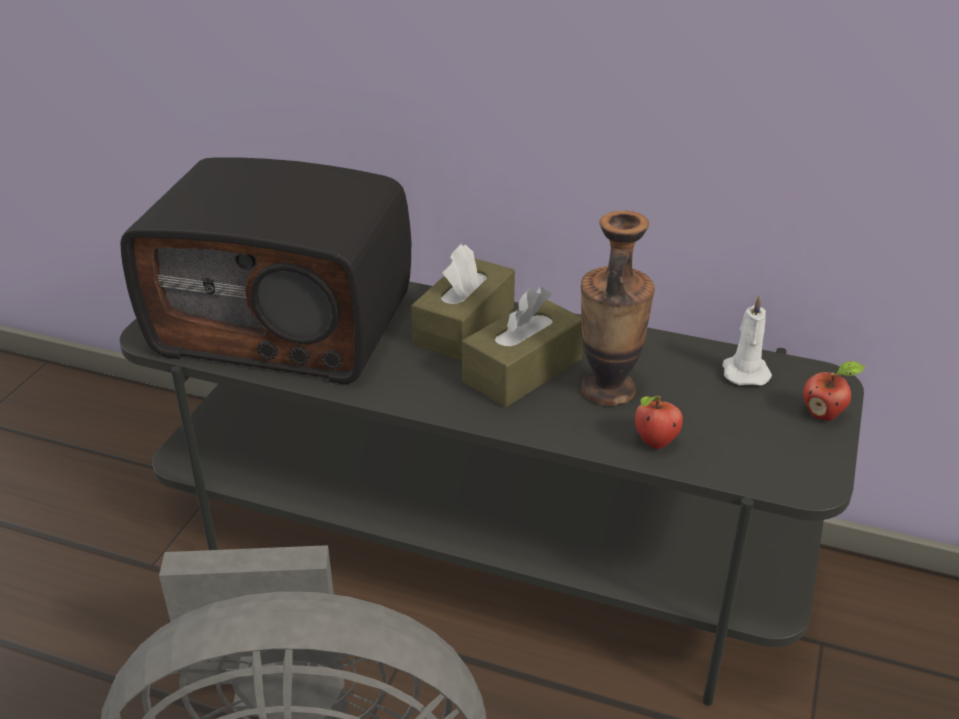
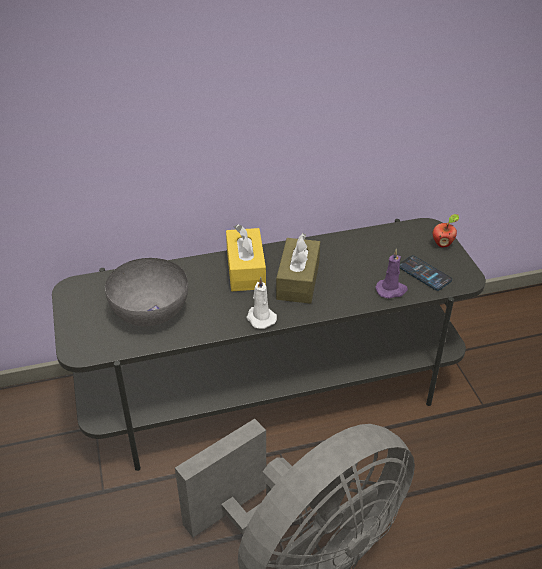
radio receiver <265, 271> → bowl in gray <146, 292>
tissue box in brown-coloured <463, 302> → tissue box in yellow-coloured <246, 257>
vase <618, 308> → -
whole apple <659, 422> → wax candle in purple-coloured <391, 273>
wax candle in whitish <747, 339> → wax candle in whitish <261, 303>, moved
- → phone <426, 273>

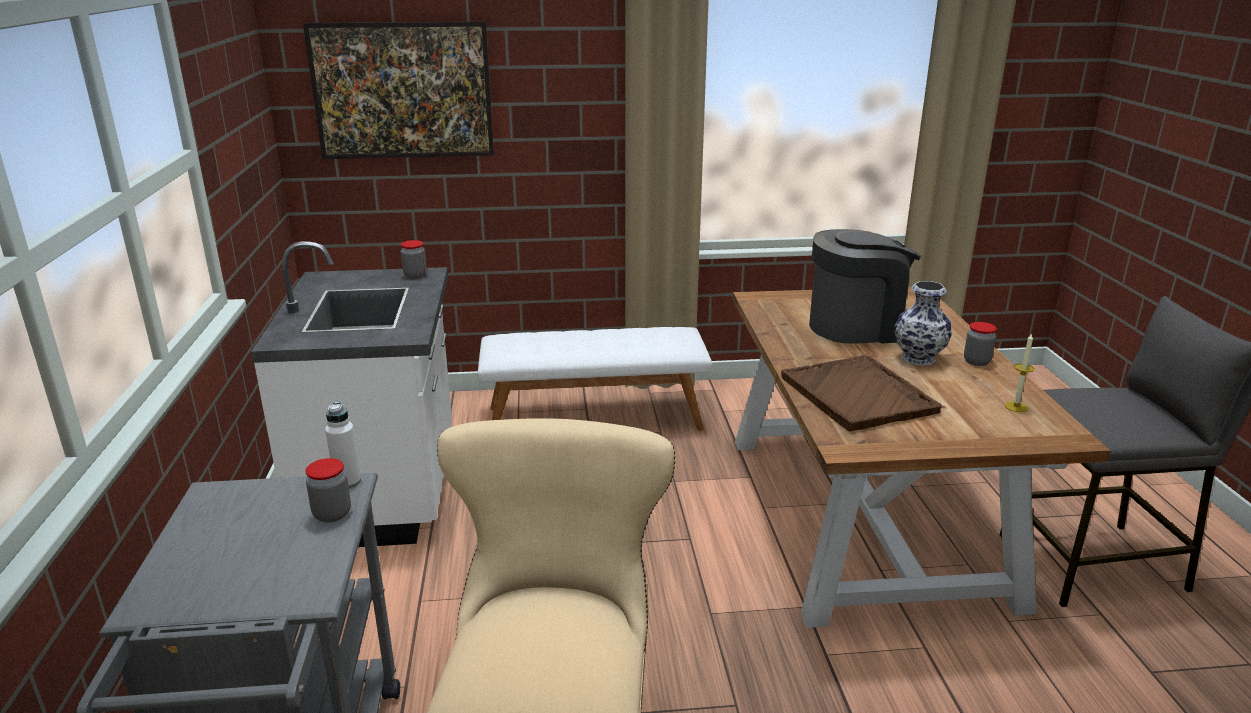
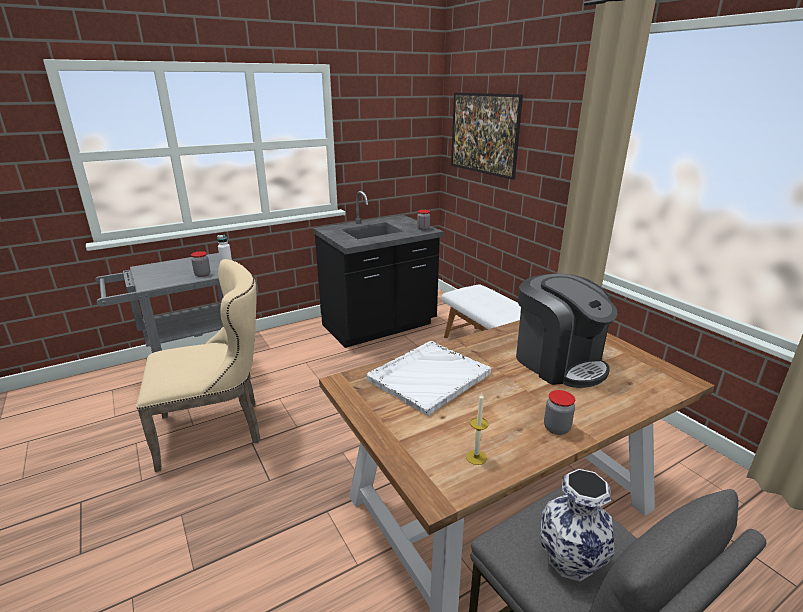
kitchen base unit in whitish <351, 394> → kitchen base unit in black <378, 269>
carrying tray in brown-coloured <861, 393> → carrying tray in whitish <429, 378>
vase <923, 323> → vase <578, 525>, moved

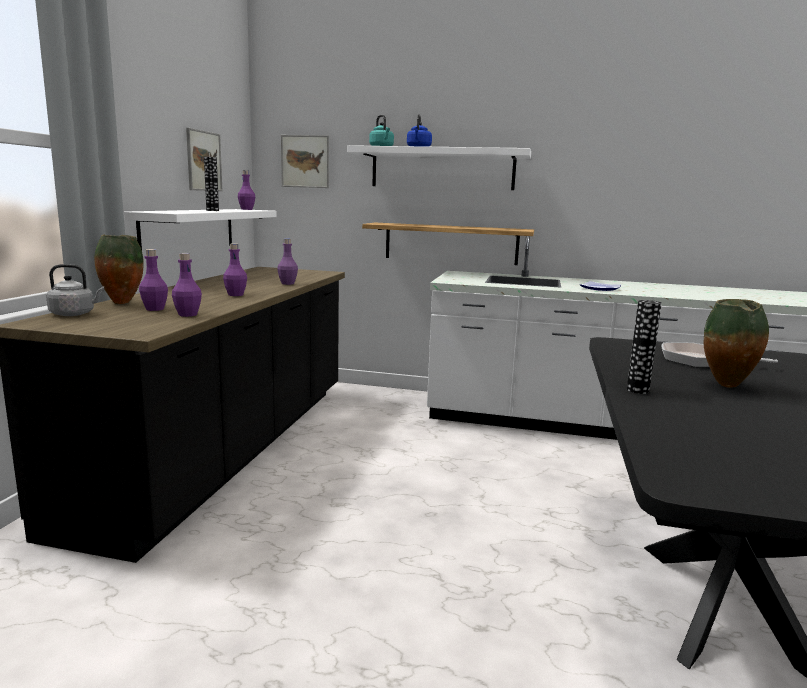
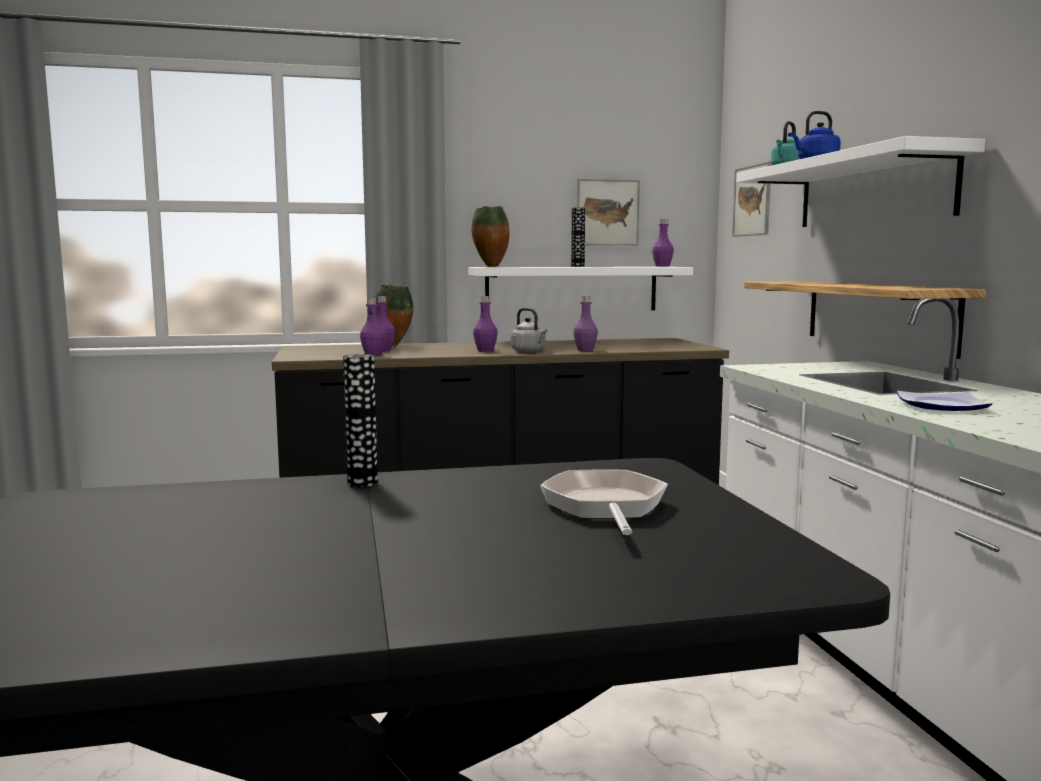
tea kettle in gray <75, 290> → tea kettle in gray <529, 330>, moved
vase <736, 343> → vase <490, 236>, moved

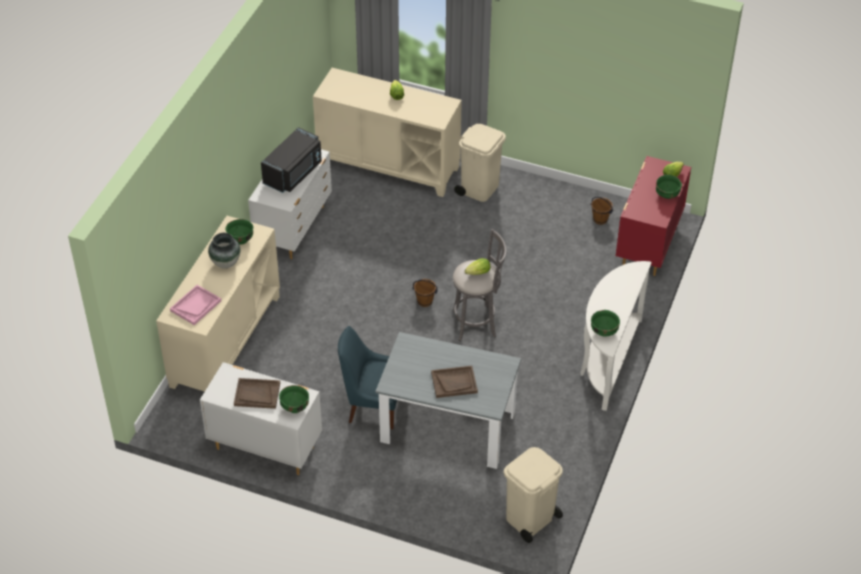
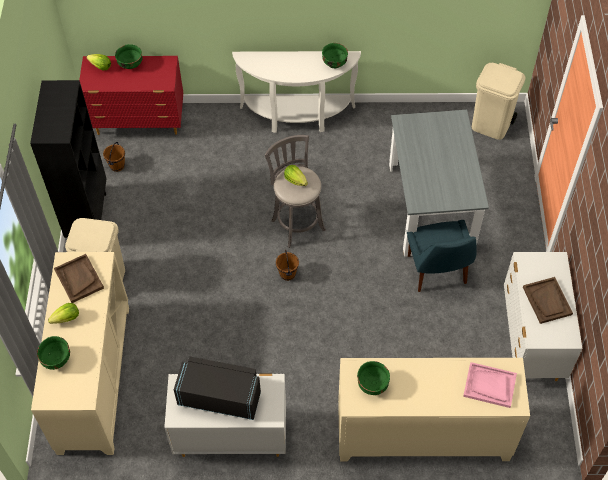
vase <224, 251> → -
bowl in green-coloured <294, 399> → bowl in green-coloured <53, 353>, moved
carrying tray in brown-coloured <454, 382> → carrying tray in brown-coloured <79, 278>, moved
- → shelving unit in black <68, 159>

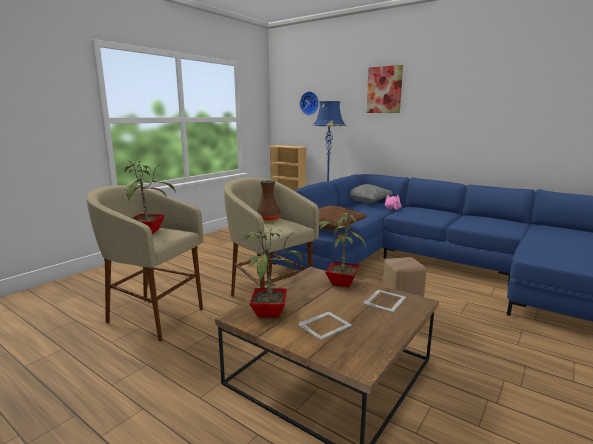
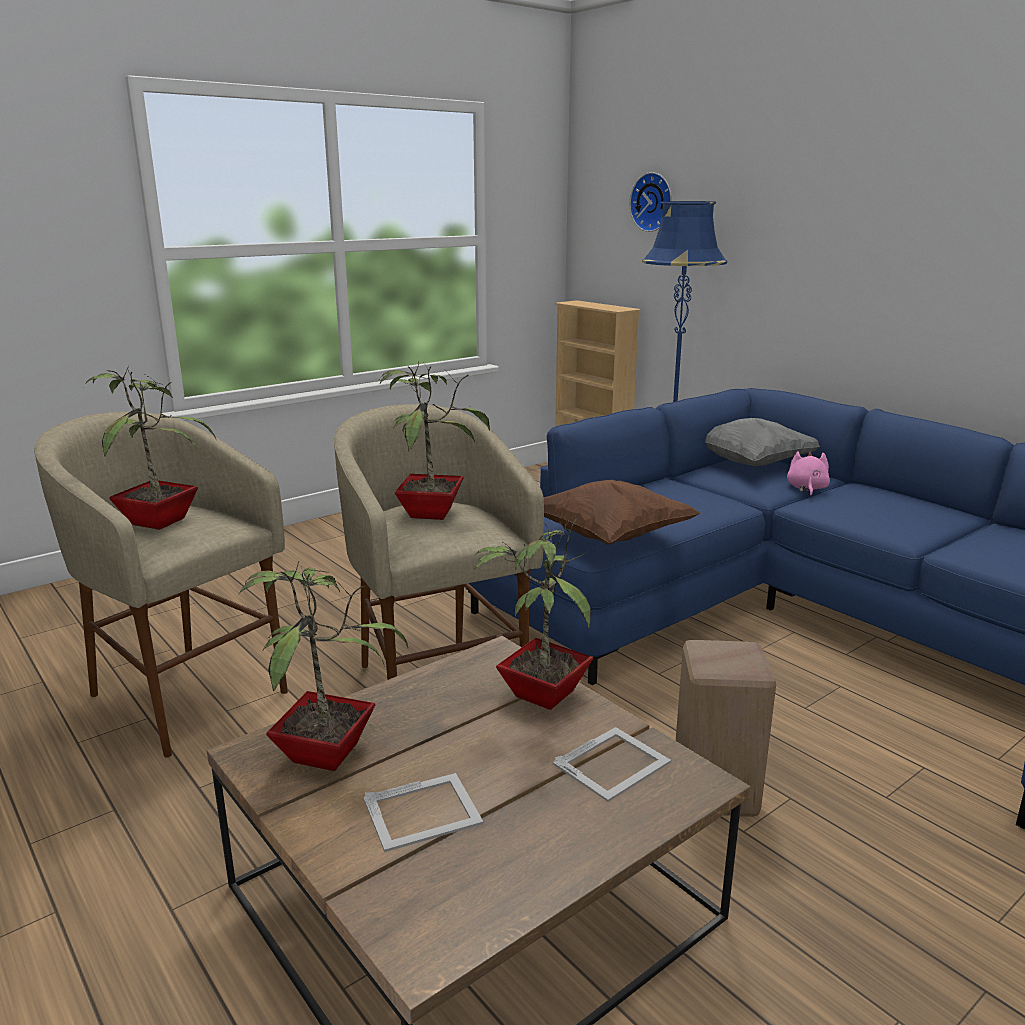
vase in brown-coloured <269, 201> → plant in a pot <435, 440>
picture <384, 89> → -

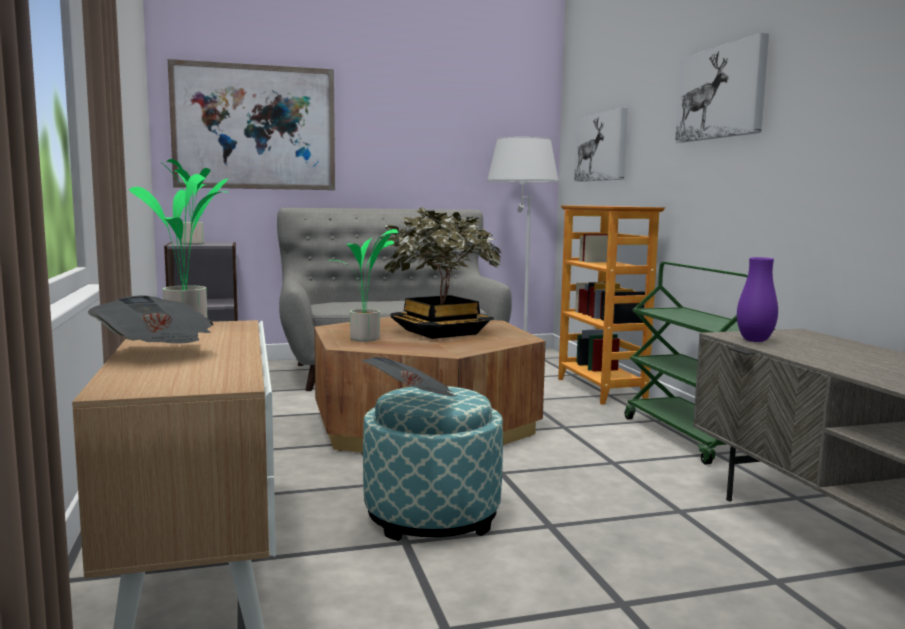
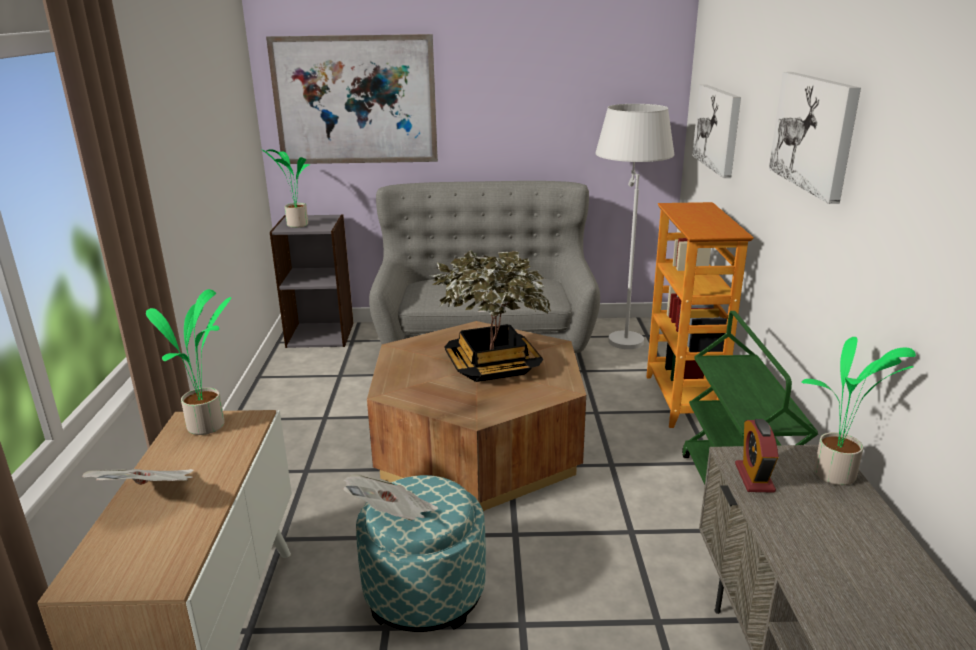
plant in a pot <363, 285> → plant in a pot <858, 411>, moved
vase in purple-coloured <757, 299> → table clock <757, 456>

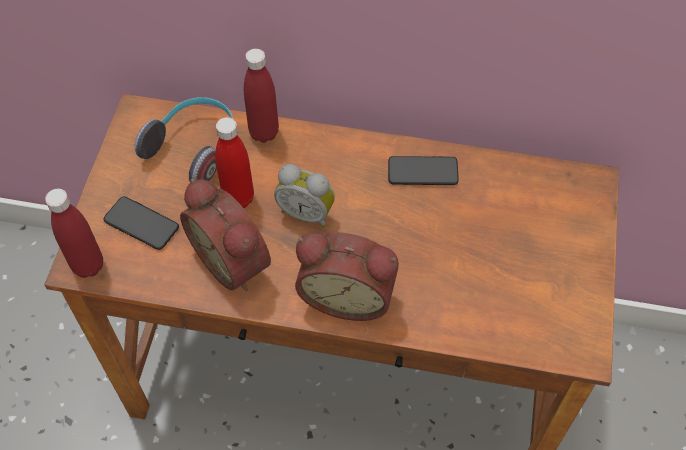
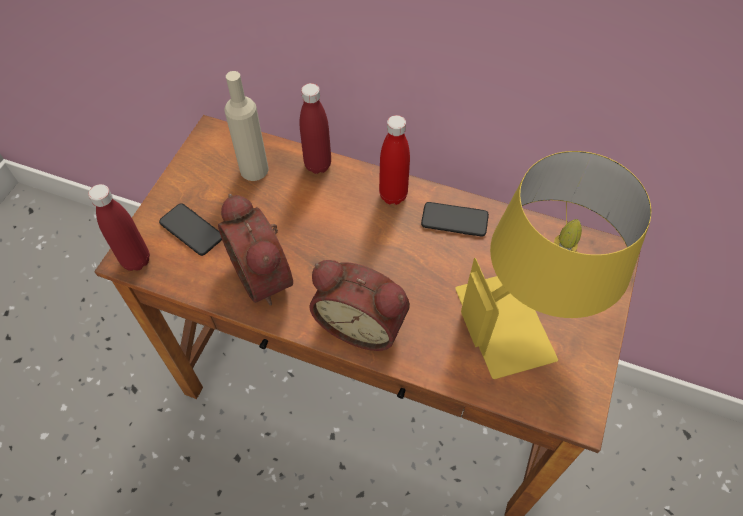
pair of headphones <184, 139> → beverage bottle in beige-coloured <246, 126>
beverage bottle in red <234, 162> → beverage bottle in red <394, 160>, moved
table clock <304, 196> → -
- → table lamp in yellow-coloured <553, 265>

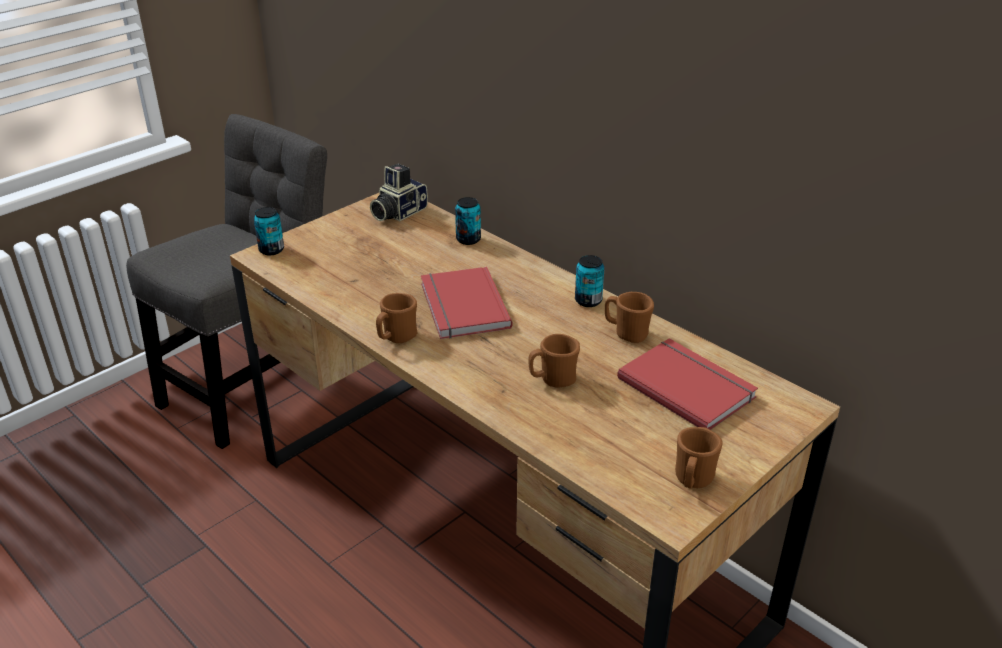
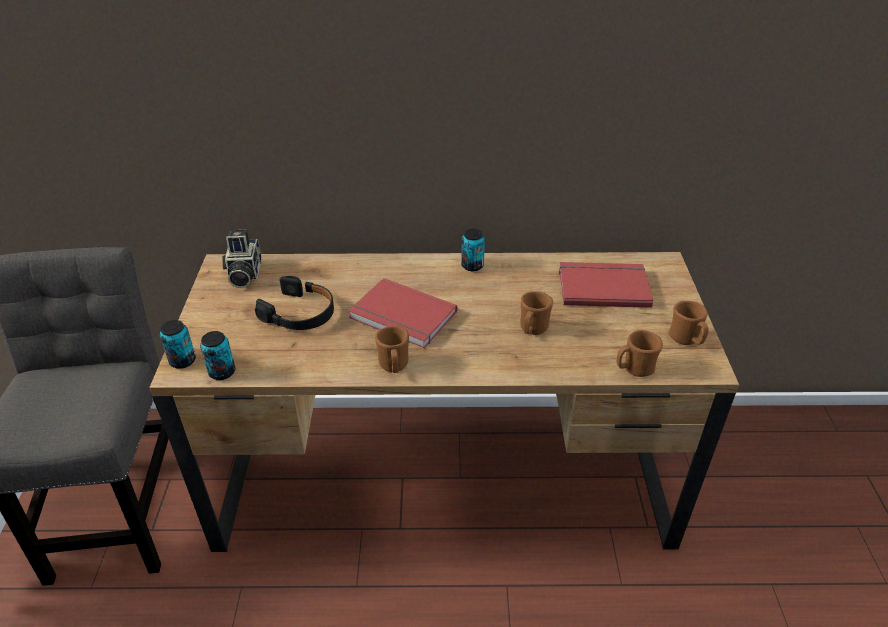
sealed can <468, 221> → sealed can <217, 355>, moved
tea mug in brown-coloured <629, 317> → tea mug in brown-coloured <640, 353>, moved
- → pair of headphones in black <294, 303>

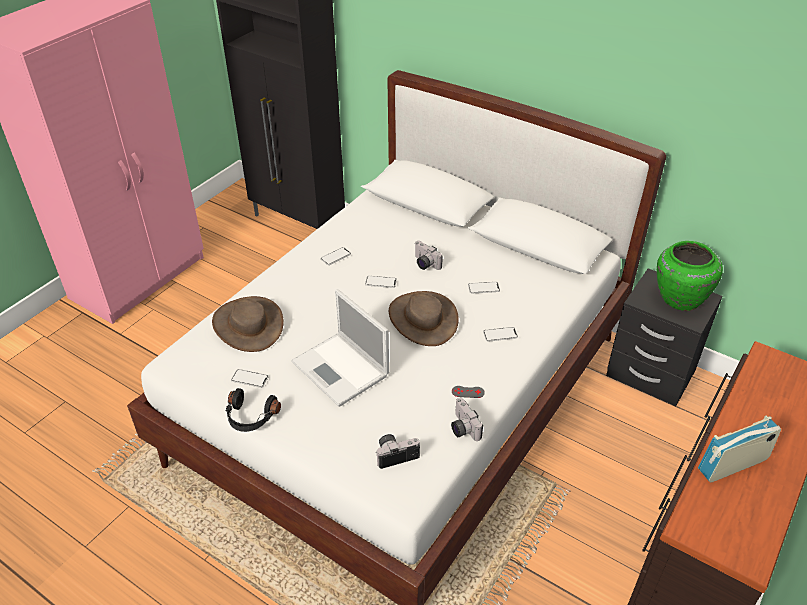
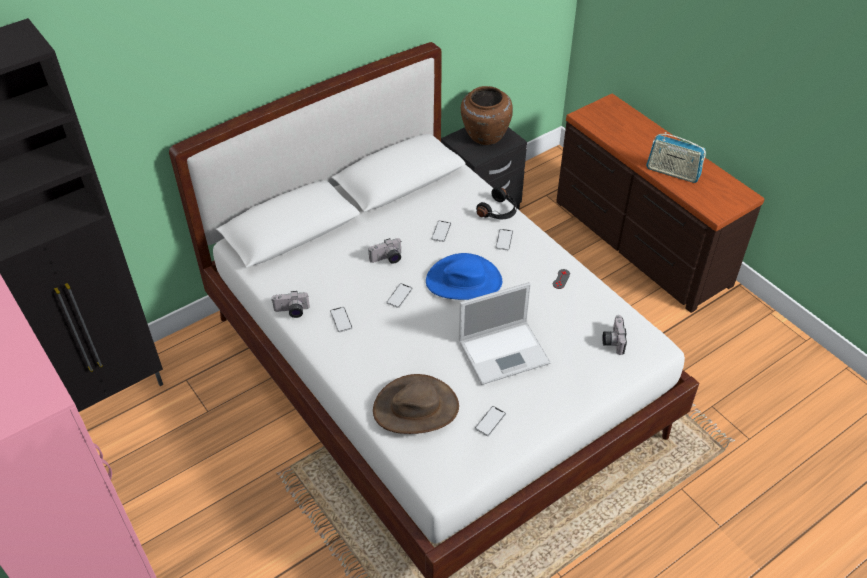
pair of headphones in black <253, 410> → pair of headphones in black <496, 203>, moved
hat in brown-coloured <424, 318> → hat in bluish <464, 276>
still camera <467, 419> → still camera <290, 304>, moved
vase in green-coloured <690, 276> → vase in brown-coloured <487, 115>
radio receiver <739, 449> → radio receiver <676, 157>, 60 degrees counterclockwise

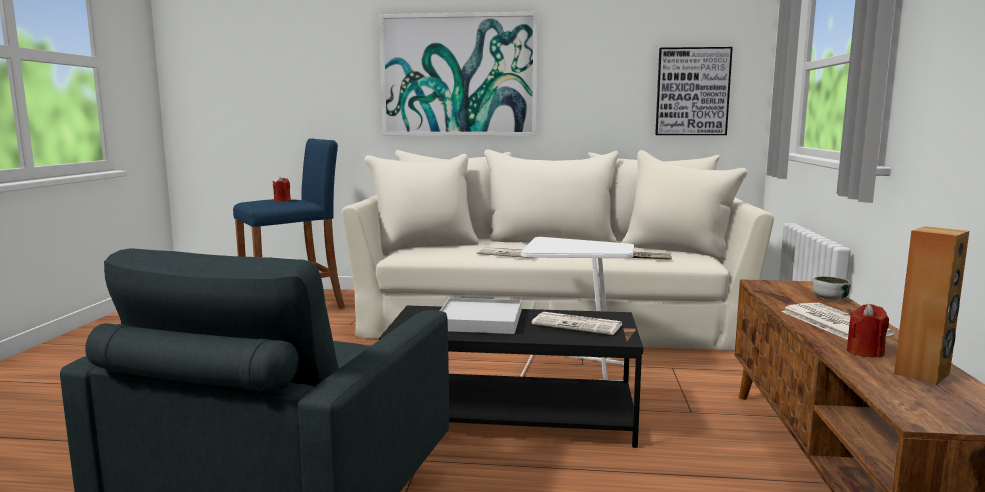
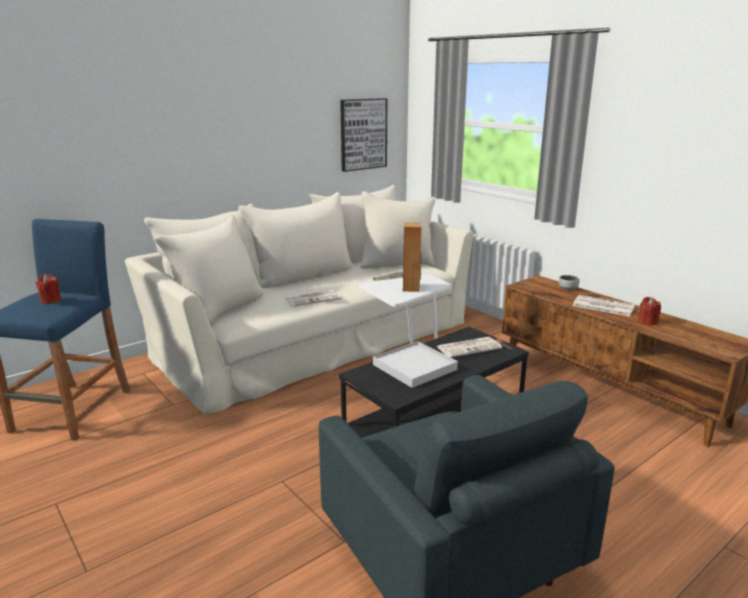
picture <458, 74> → -
audio speaker in brown-coloured <931, 305> → audio speaker in brown-coloured <412, 257>, moved

